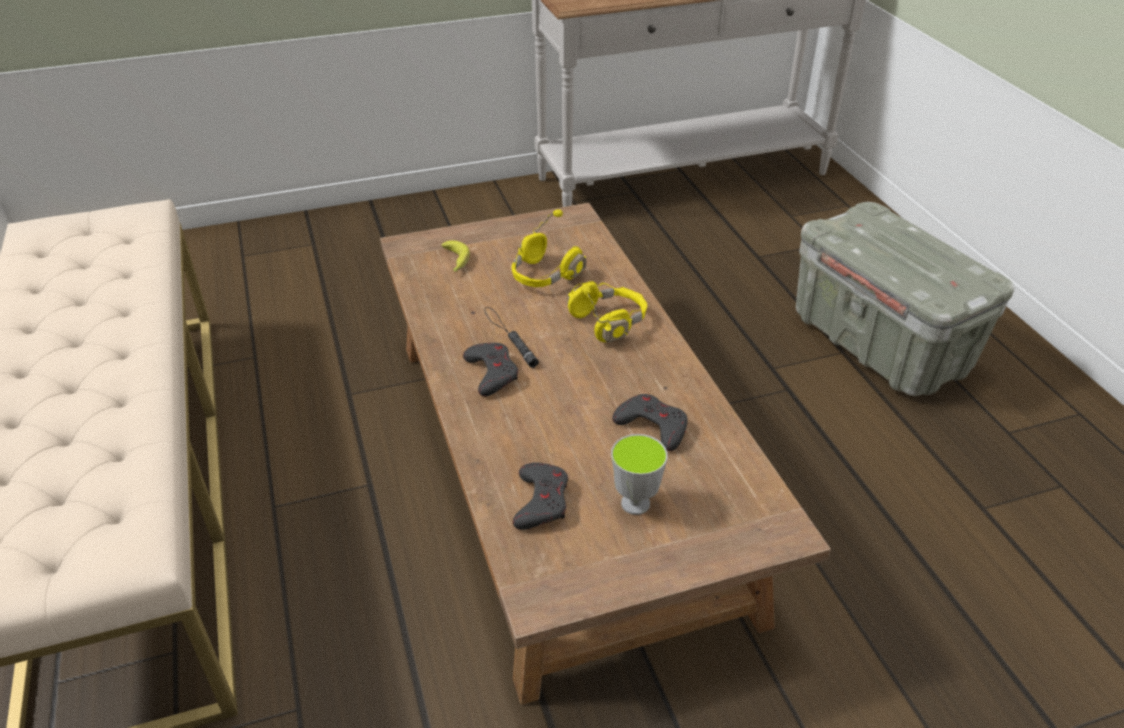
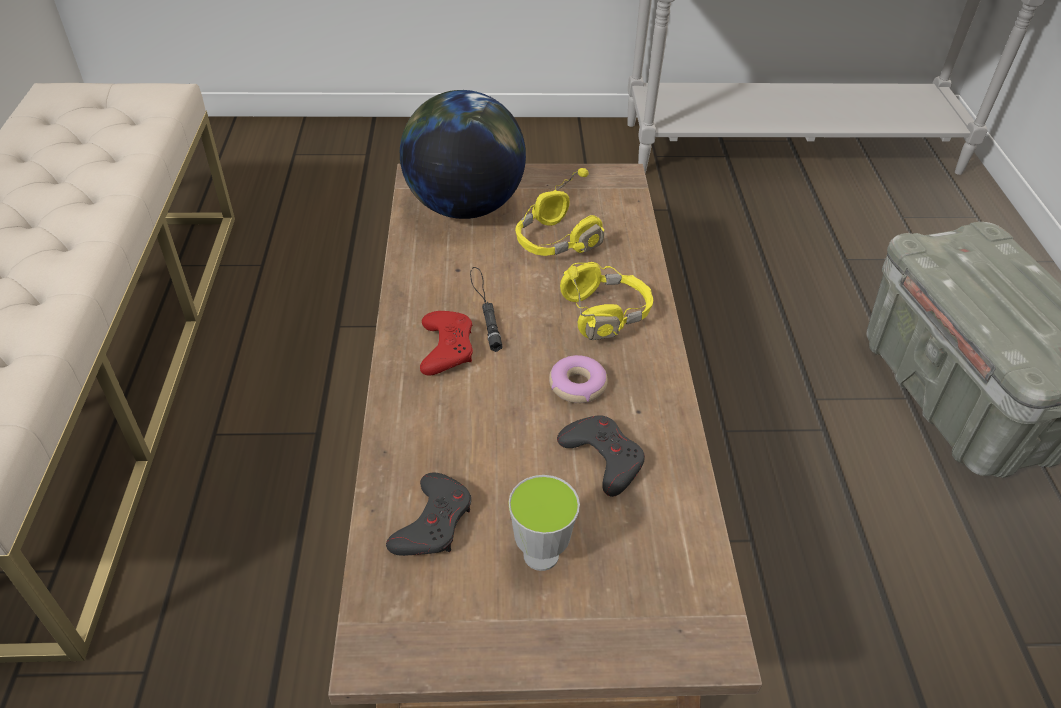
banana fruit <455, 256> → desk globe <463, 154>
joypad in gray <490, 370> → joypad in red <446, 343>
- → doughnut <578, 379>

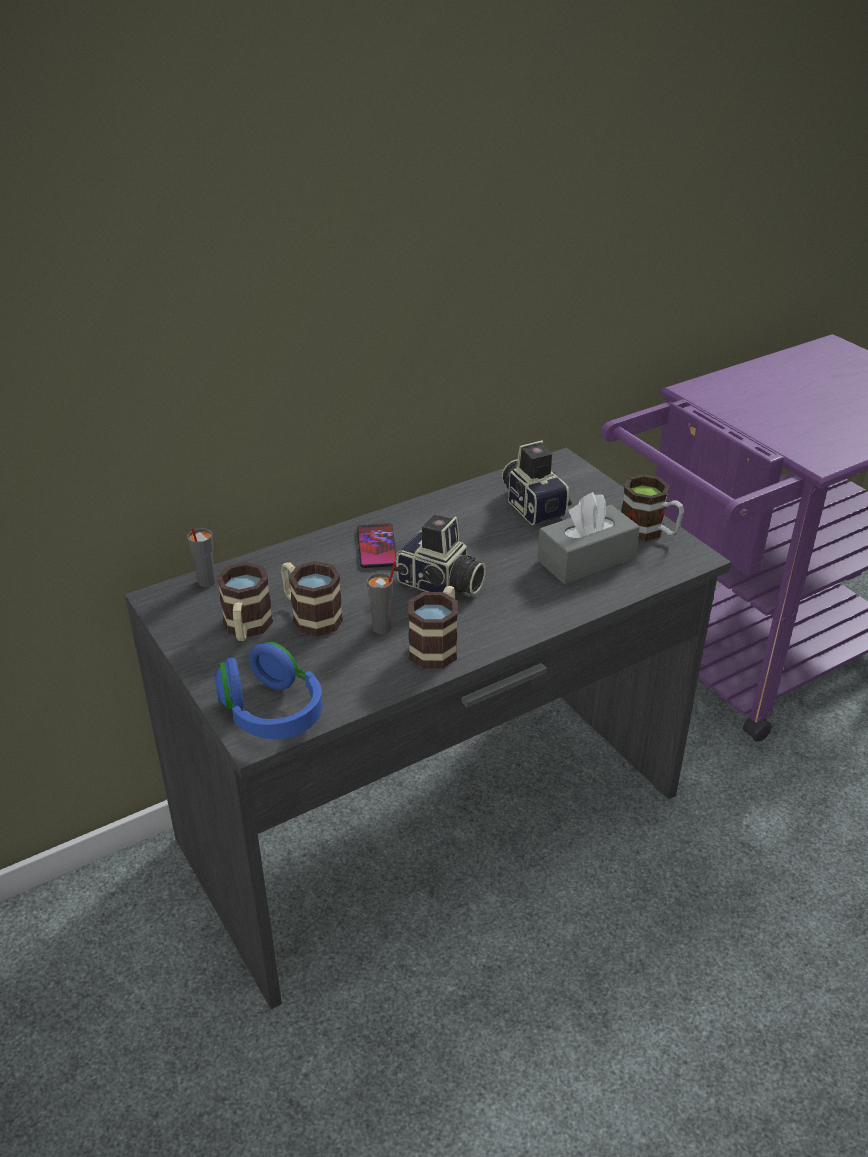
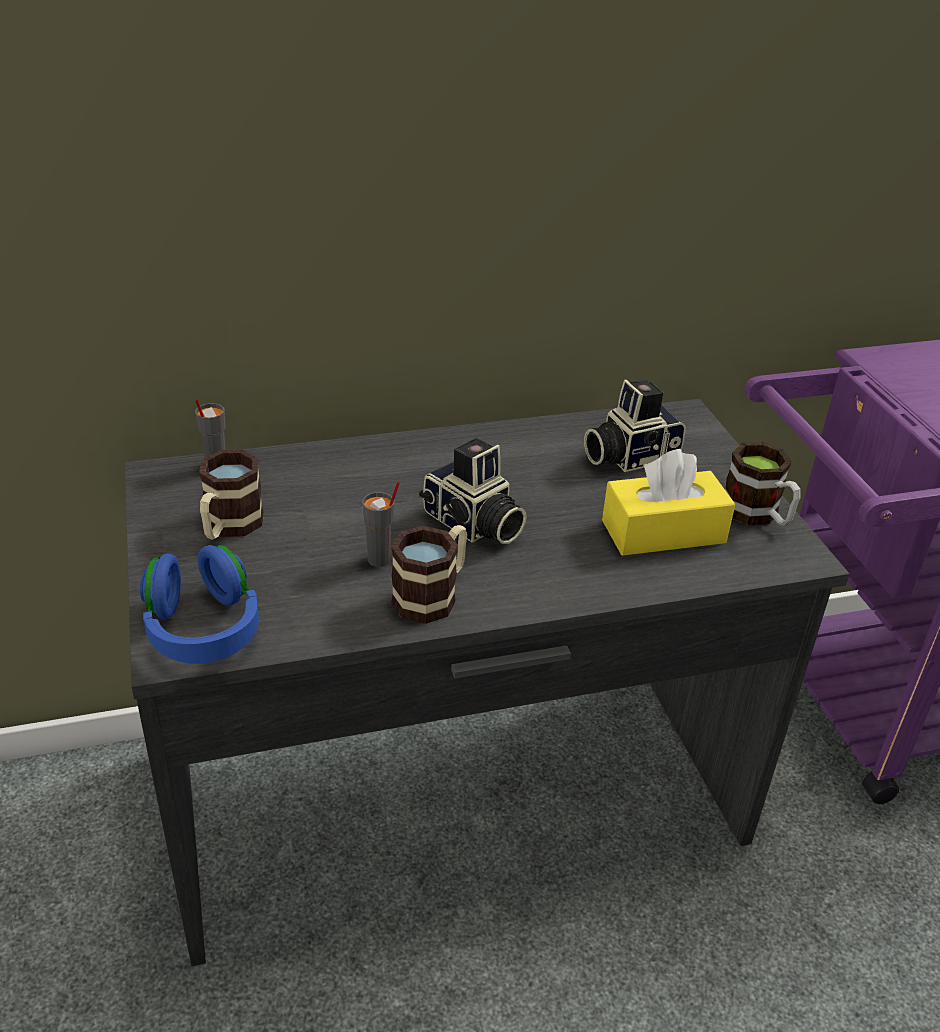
tea mug <312, 599> → -
phone <377, 545> → -
still camera <537, 482> → still camera <635, 426>, 105 degrees counterclockwise
tissue box in gray <588, 538> → tissue box in yellow-coloured <668, 502>

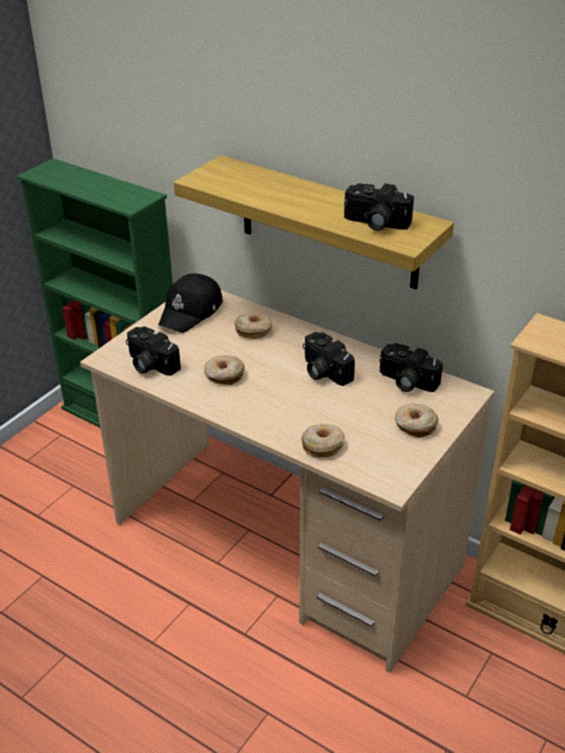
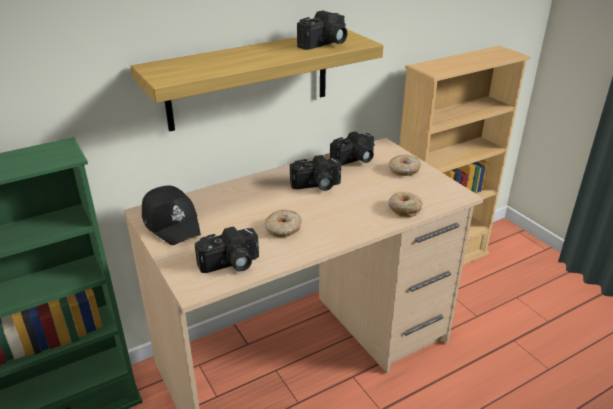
doughnut <253, 325> → -

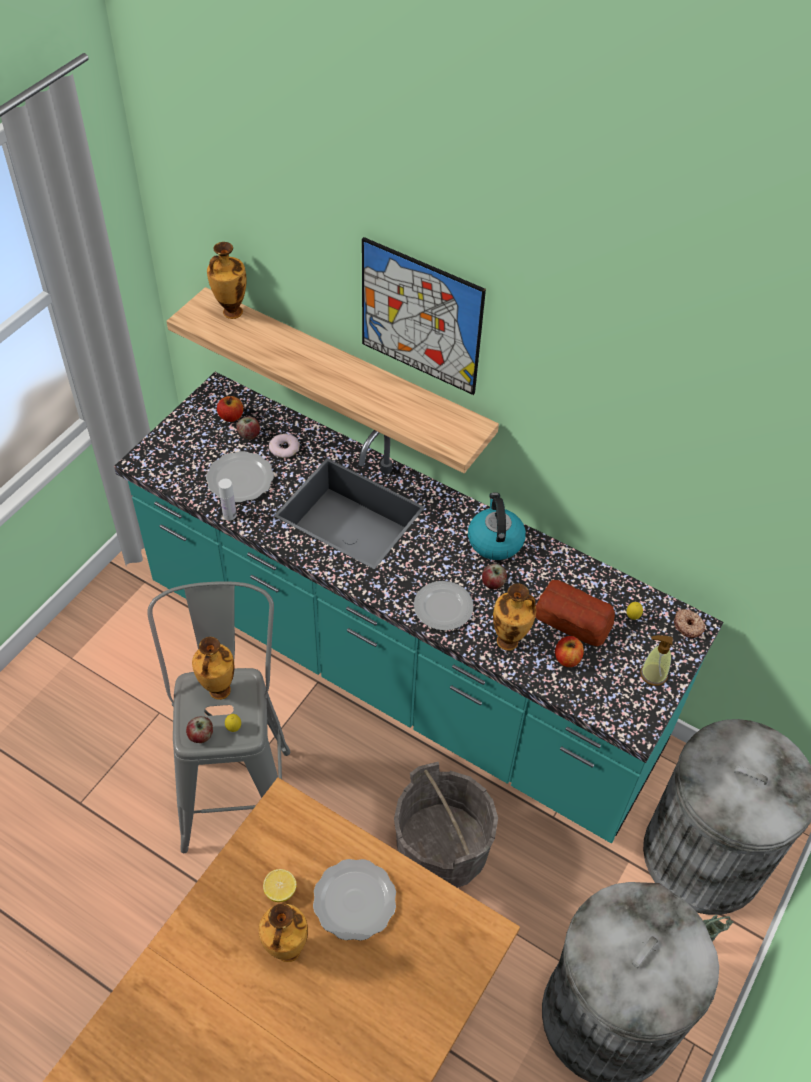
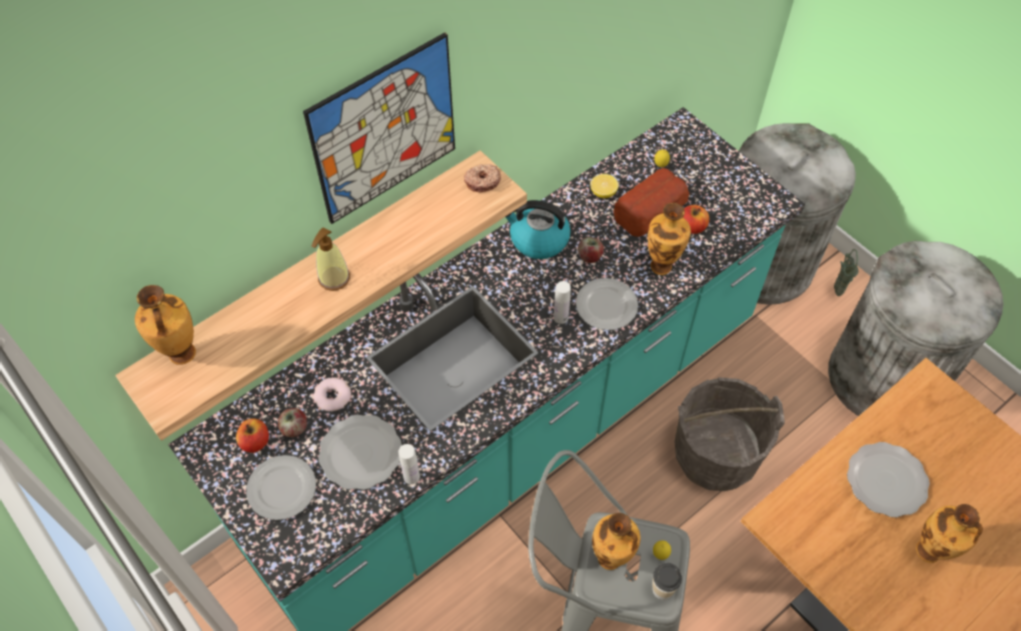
whole apple <199, 729> → drinking cup <667, 581>
citrus fruit <280, 885> → citrus fruit <604, 186>, moved
soap dispenser <656, 660> → soap dispenser <330, 259>, moved
doughnut <690, 623> → doughnut <482, 178>, moved
- → dinner plate <281, 487>
- → beverage bottle in whitish <562, 302>

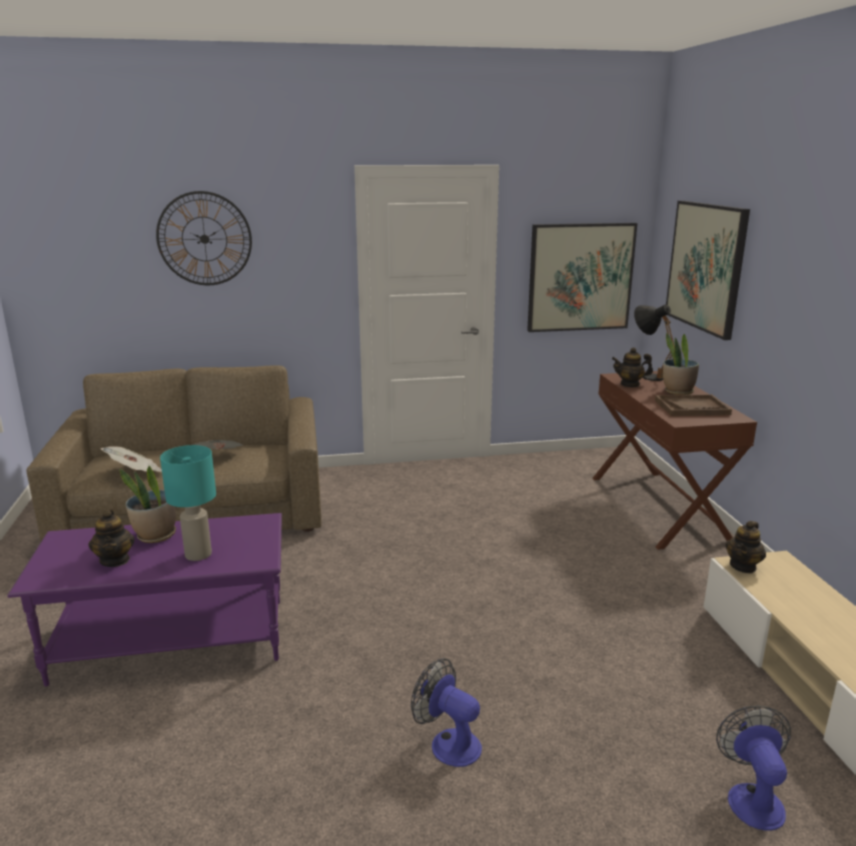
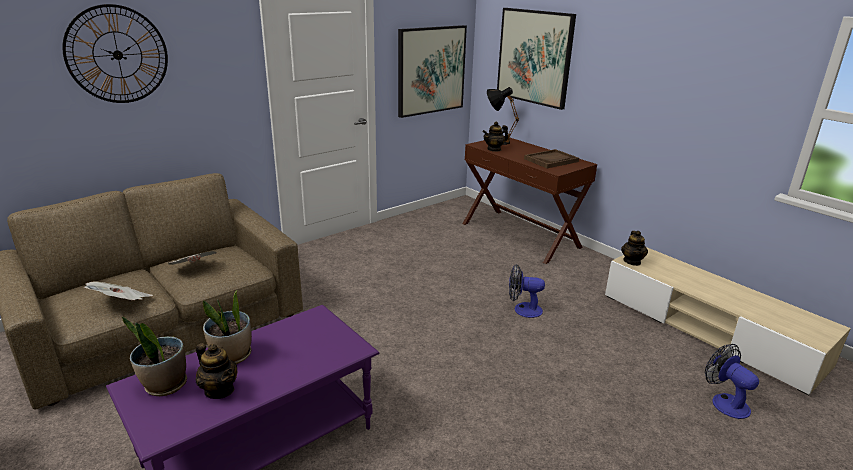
table lamp in turquoise-coloured <188, 503> → -
electric fan <446, 712> → electric fan <527, 291>, moved
plant in a pot <681, 364> → plant in a pot <154, 356>, moved

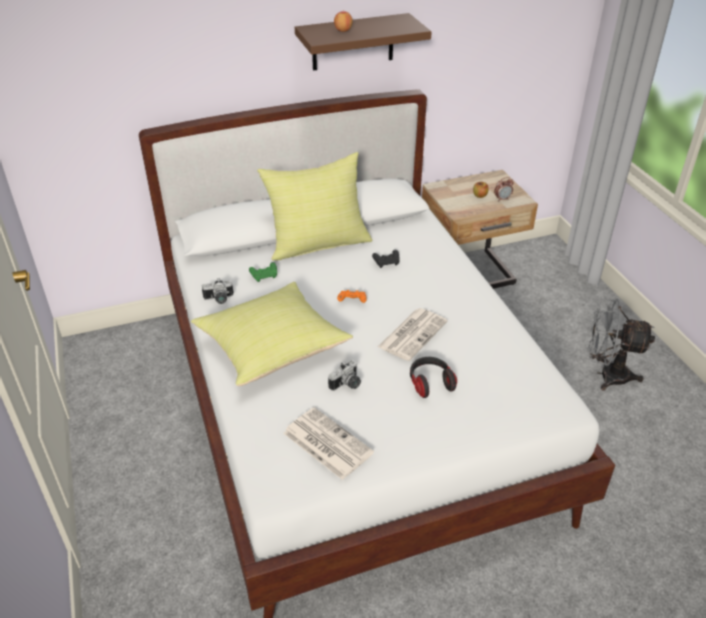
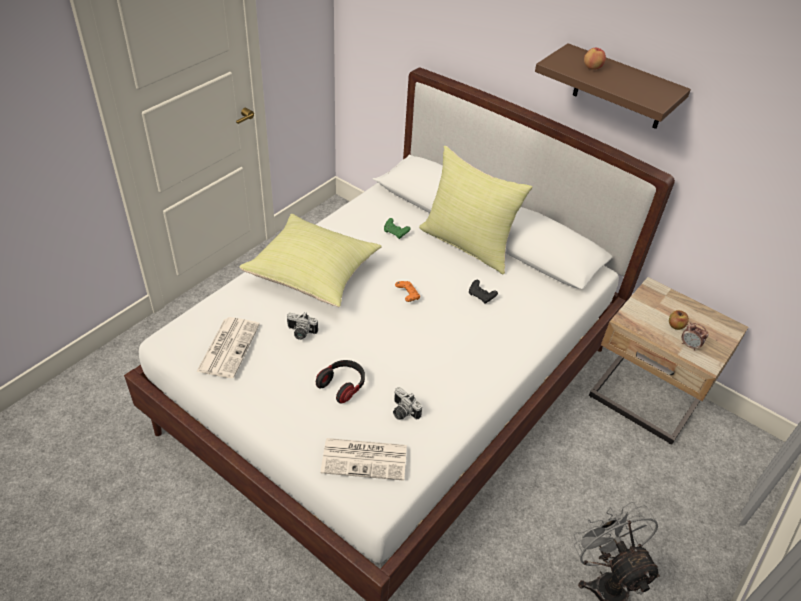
still camera <218, 291> → still camera <407, 403>, moved
daily paper <413, 334> → daily paper <364, 459>, moved

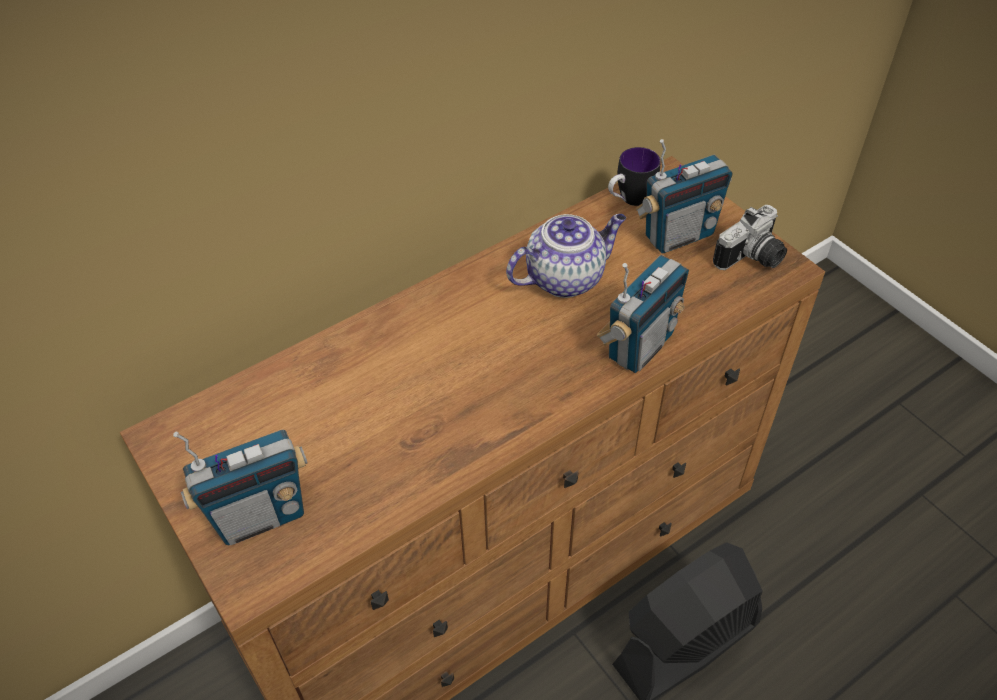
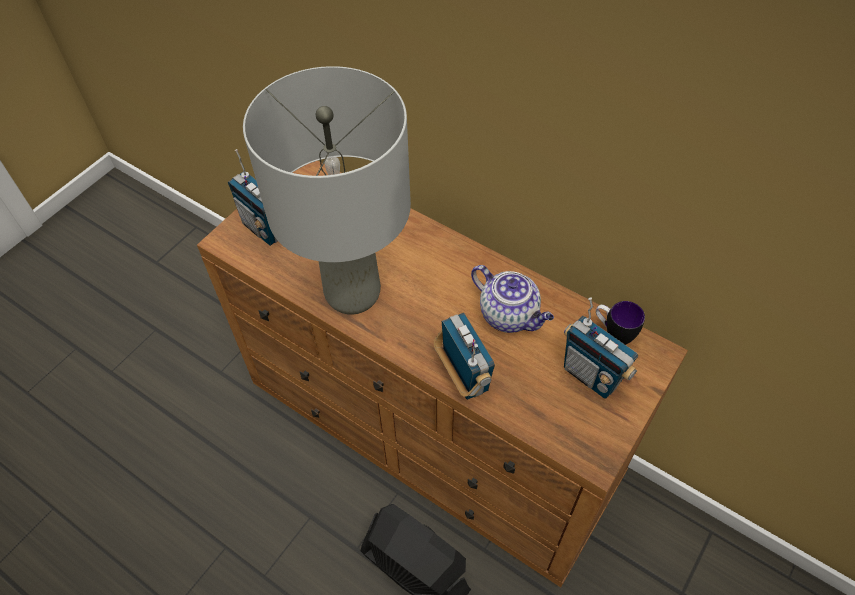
radio receiver <643, 314> → radio receiver <464, 356>, 135 degrees counterclockwise
still camera <750, 237> → -
- → table lamp in gray <327, 190>

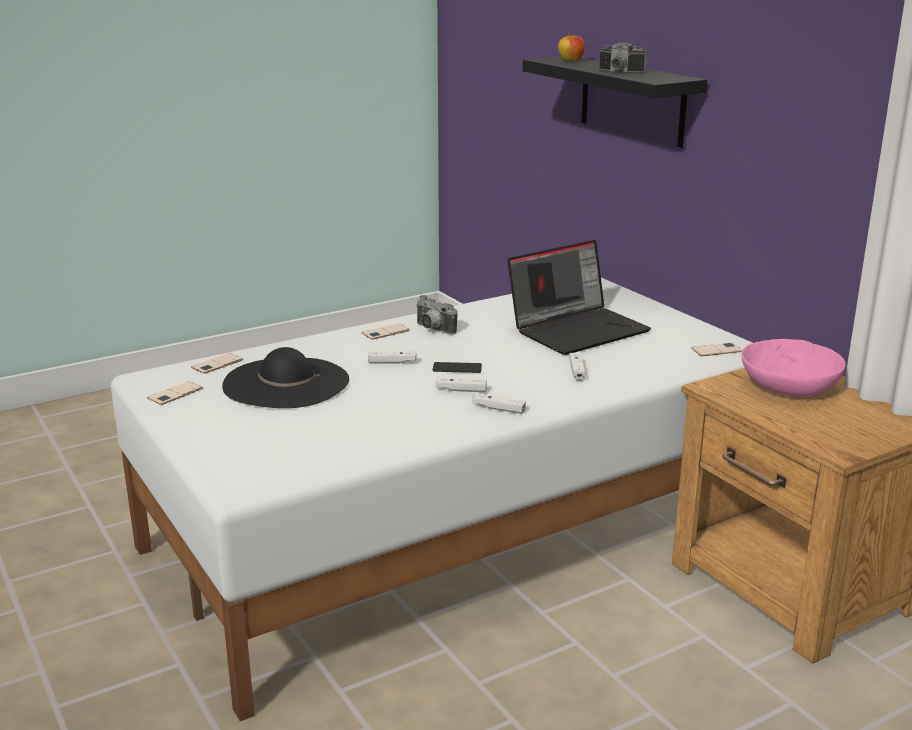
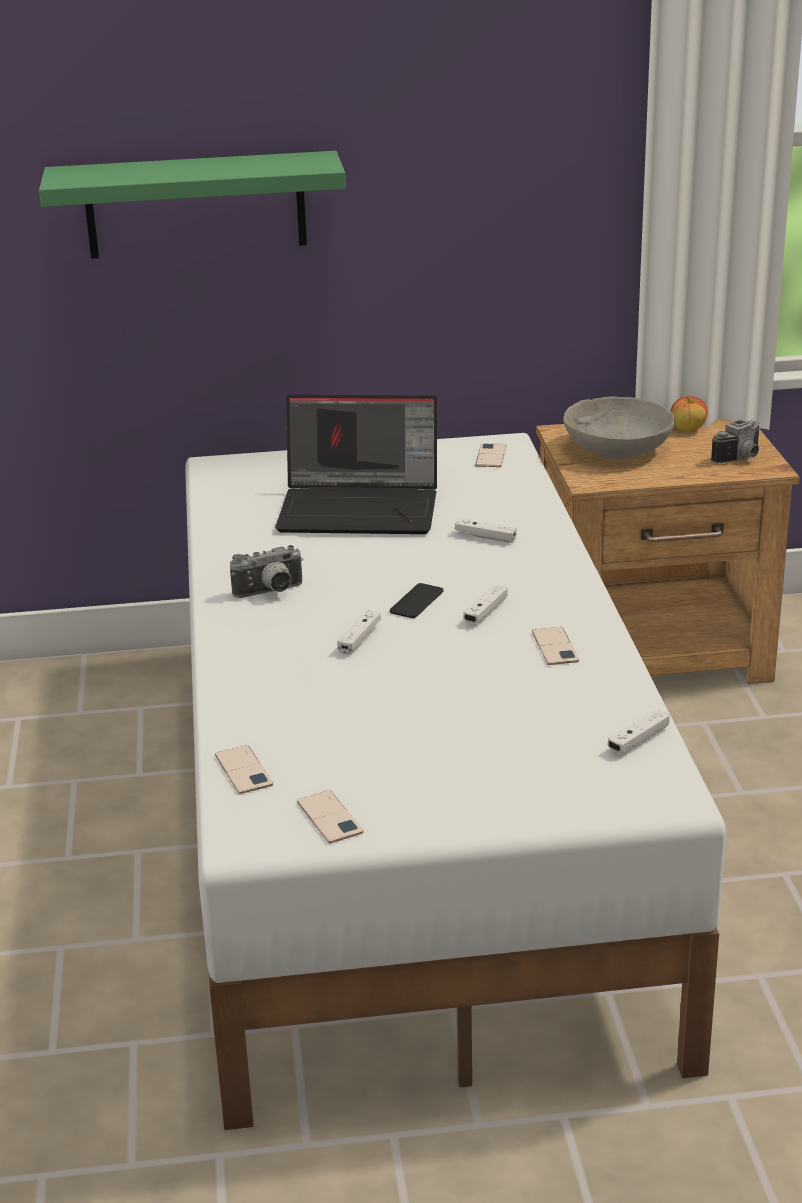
hat in black <285, 377> → -
phone <386, 331> → phone <555, 646>, moved
joypad in whitish <499, 403> → joypad in whitish <638, 731>, moved
laptop <579, 297> → laptop <356, 464>, 105 degrees clockwise
wall shelf in black <615, 102> → wall shelf in green-coloured <192, 205>
whole apple <571, 47> → whole apple <689, 414>, moved
still camera <623, 57> → still camera <735, 441>, moved
bowl in pink-coloured <793, 368> → bowl in gray <619, 427>

